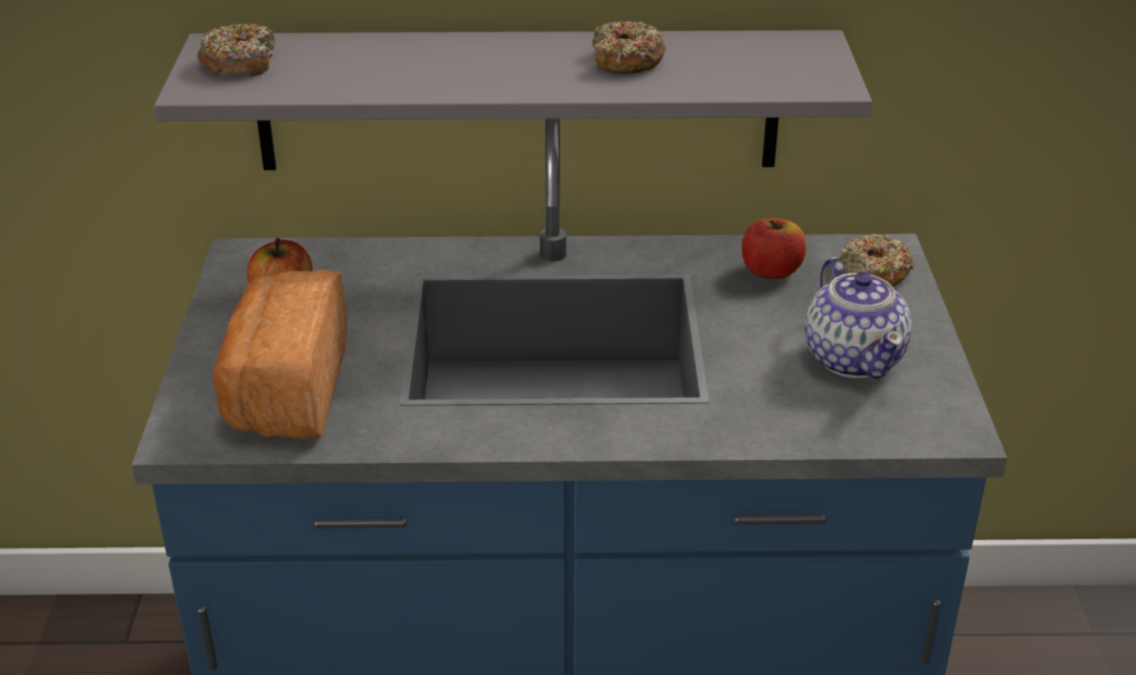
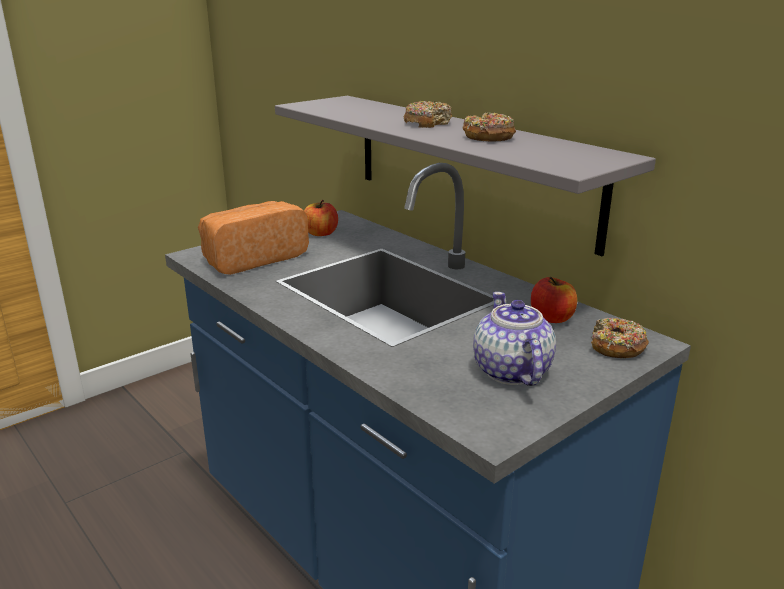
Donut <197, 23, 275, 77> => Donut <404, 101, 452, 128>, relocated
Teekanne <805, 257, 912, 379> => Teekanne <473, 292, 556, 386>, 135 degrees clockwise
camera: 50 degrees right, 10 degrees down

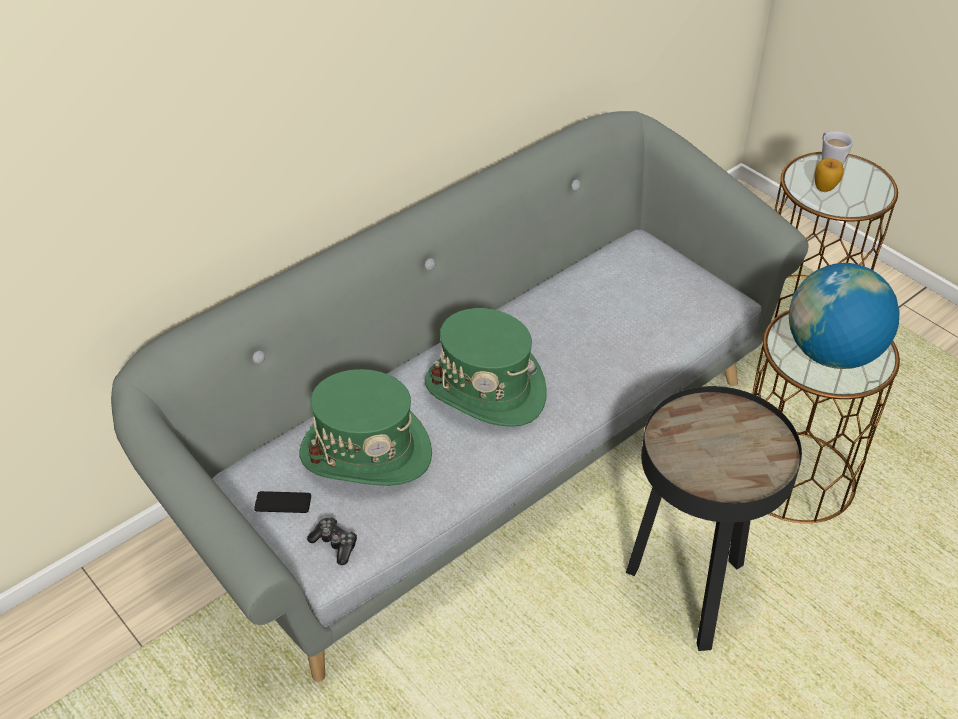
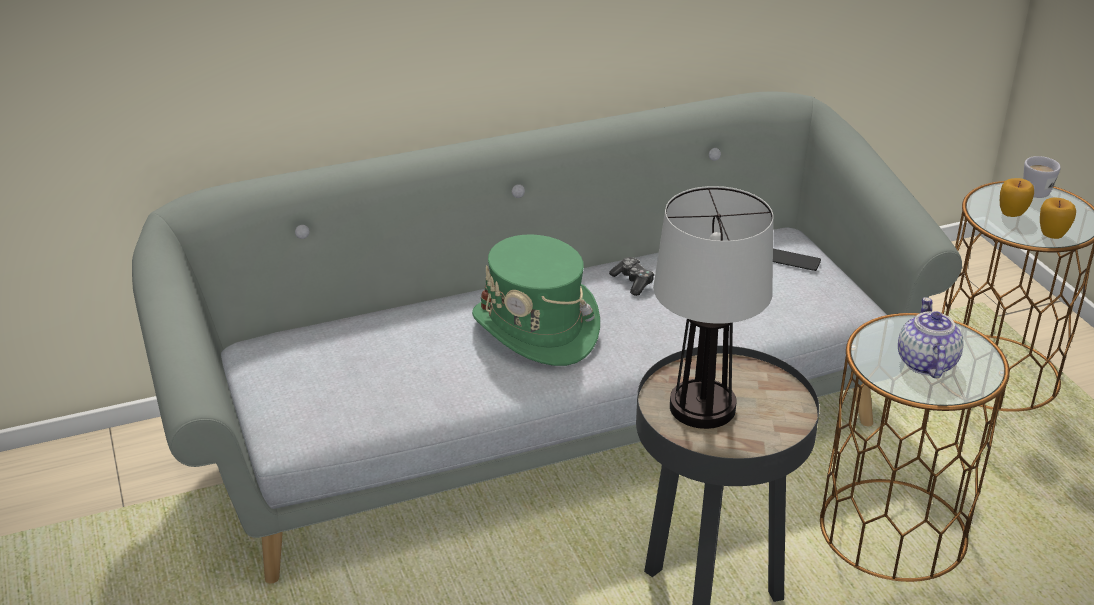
Gamepad <307, 517, 357, 565> => Gamepad <609, 257, 655, 296>, relocated
nothing => Tischlampe <653, 186, 773, 429>
Handy <254, 491, 311, 513> => Handy <773, 249, 821, 271>, relocated
Globus <789, 263, 900, 369> => Teekanne <898, 297, 964, 378>
nothing => Apfel <1040, 197, 1076, 239>
Hut [grün] <299, 369, 432, 486> => nothing
camera: 20 degrees right, 10 degrees down

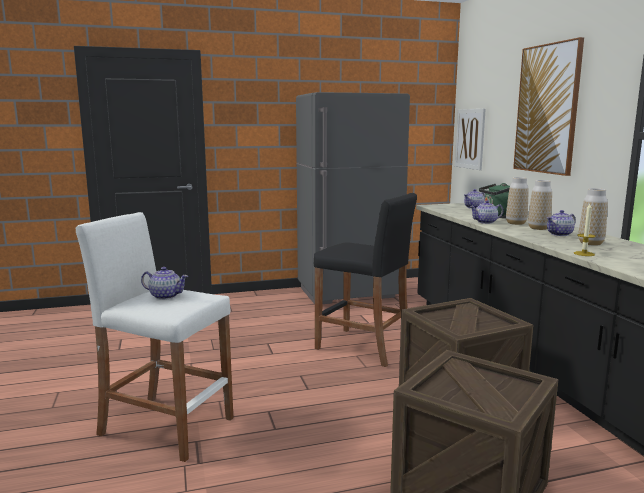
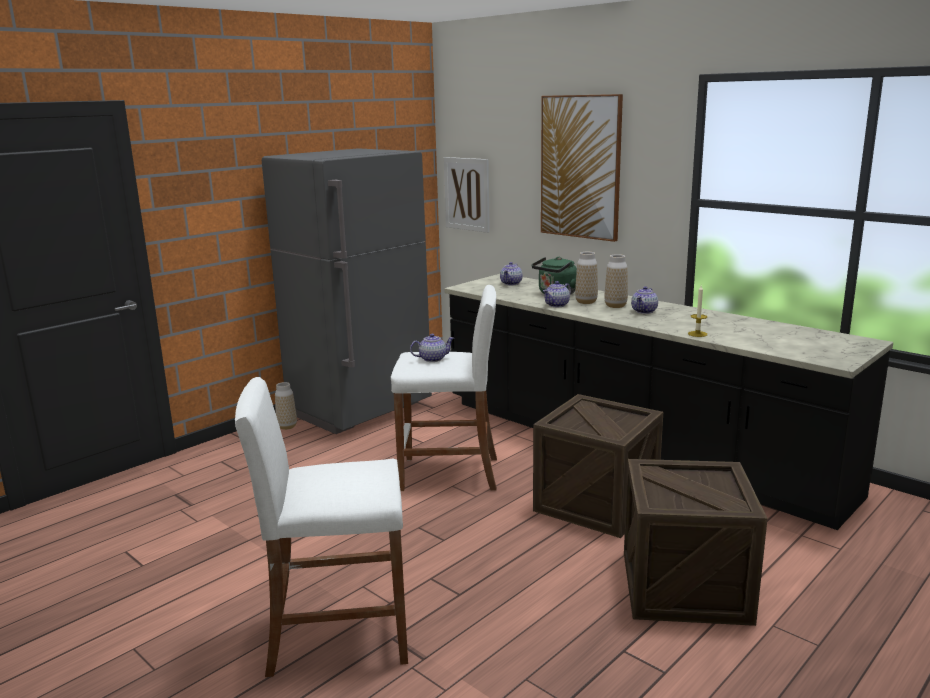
Vase <579, 188, 608, 246> => Vase <275, 382, 297, 430>, relocated
Hocker [schwarz] <314, 193, 417, 367> => Hocker [weiß] <391, 285, 497, 491>
Teekanne <141, 267, 188, 300> => Teekanne <410, 334, 454, 362>, relocated
camera: 30 degrees left, 5 degrees up

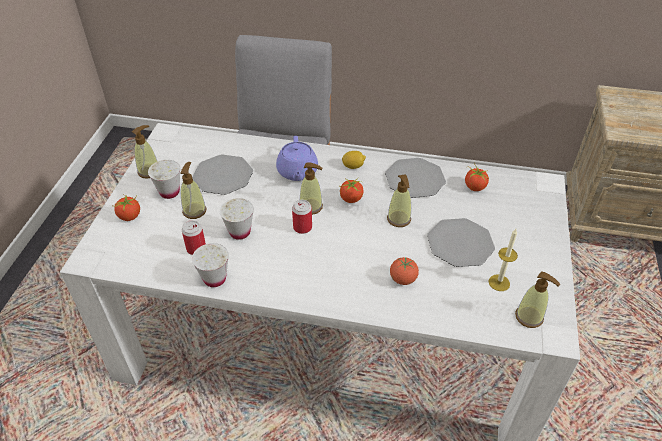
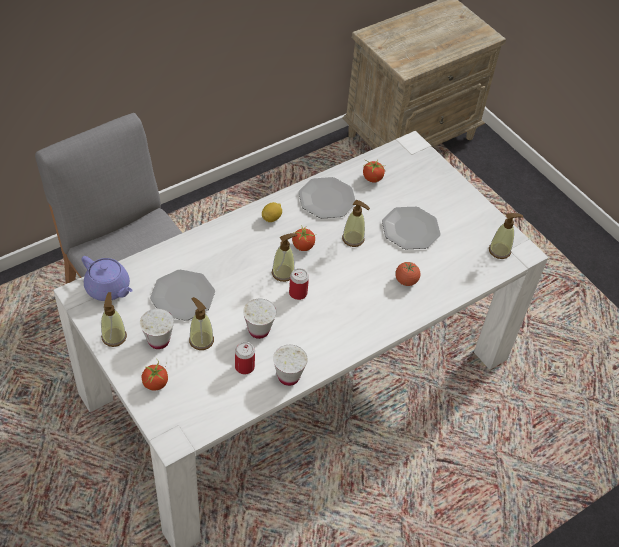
Teekanne [lila] <276, 136, 318, 181> => Teekanne [lila] <81, 256, 133, 301>, relocated
Kerze <489, 229, 518, 291> => nothing
camera: 50 degrees left, 5 degrees up

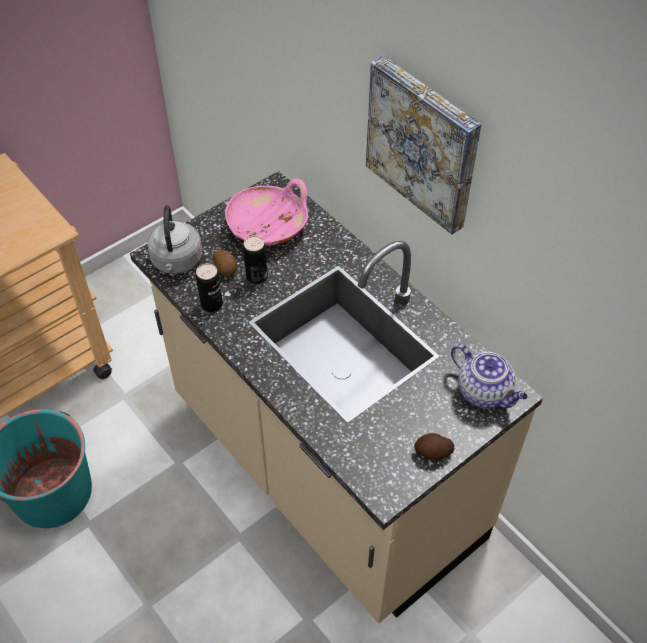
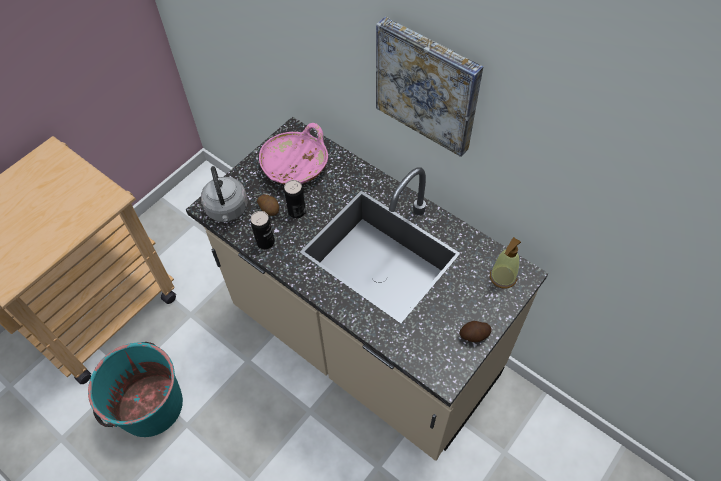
Teekanne <451, 344, 528, 409> => Seifenspender <490, 237, 521, 289>
camera: 10 degrees left, 5 degrees up

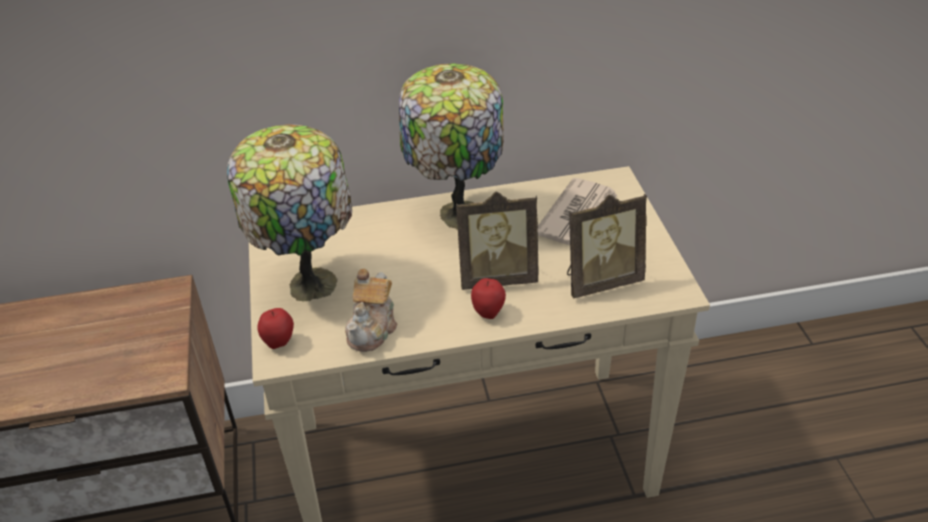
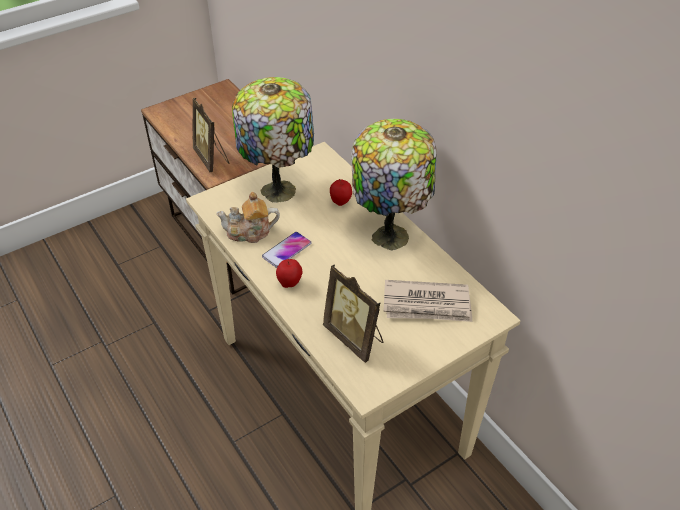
Bilderrahmen <456, 191, 539, 290> => Bilderrahmen <193, 98, 229, 172>, relocated
nothing => Handy <262, 232, 311, 268>
Apfel <257, 308, 294, 349> => Apfel <330, 179, 352, 206>, relocated
camera: 65 degrees right, 5 degrees up

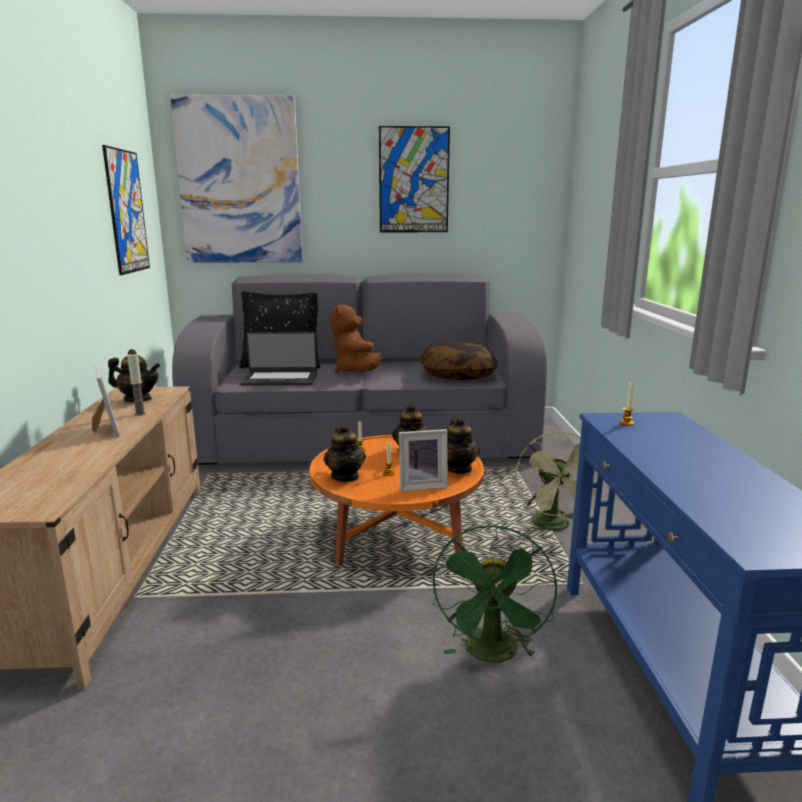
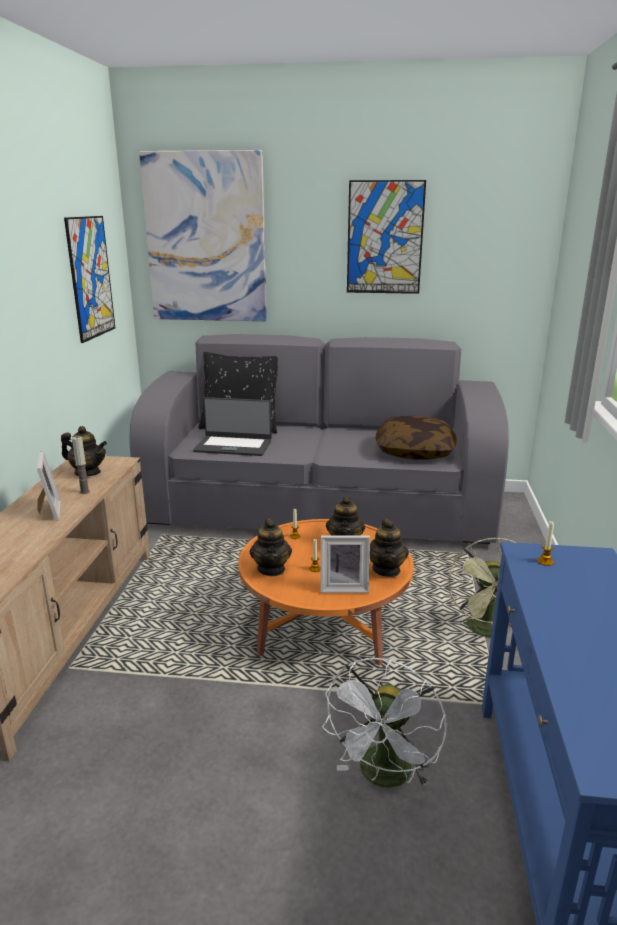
Ventilator [grün] <433, 525, 557, 663> => Ventilator [weiß] <322, 658, 447, 788>
Plüschtier [braun] <331, 303, 381, 373> => nothing
camera: 10 degrees right, 5 degrees up

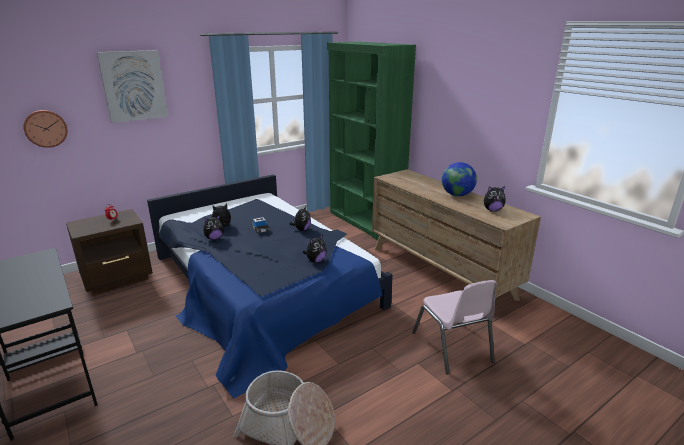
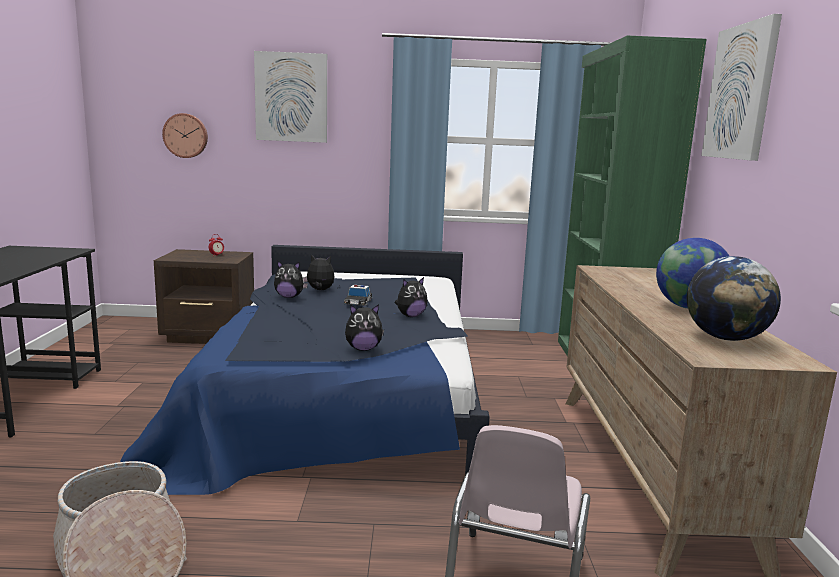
Plüschtier <484, 186, 505, 212> => Globus <687, 256, 781, 341>
nothing => Bild <701, 14, 782, 161>
camera: 35 degrees right, 10 degrees down

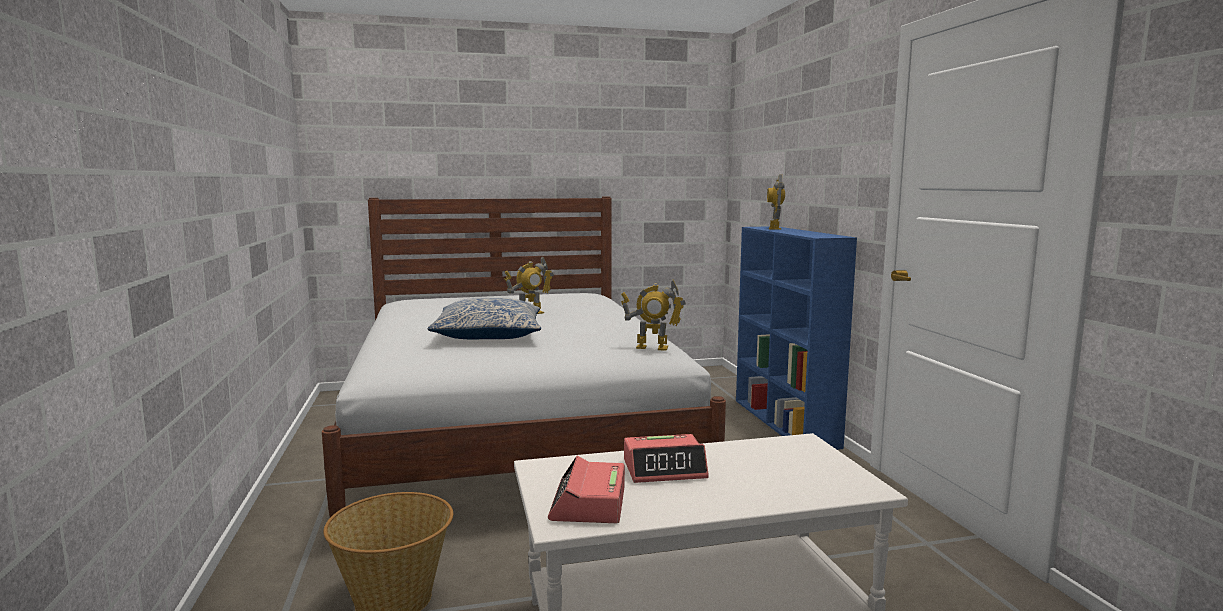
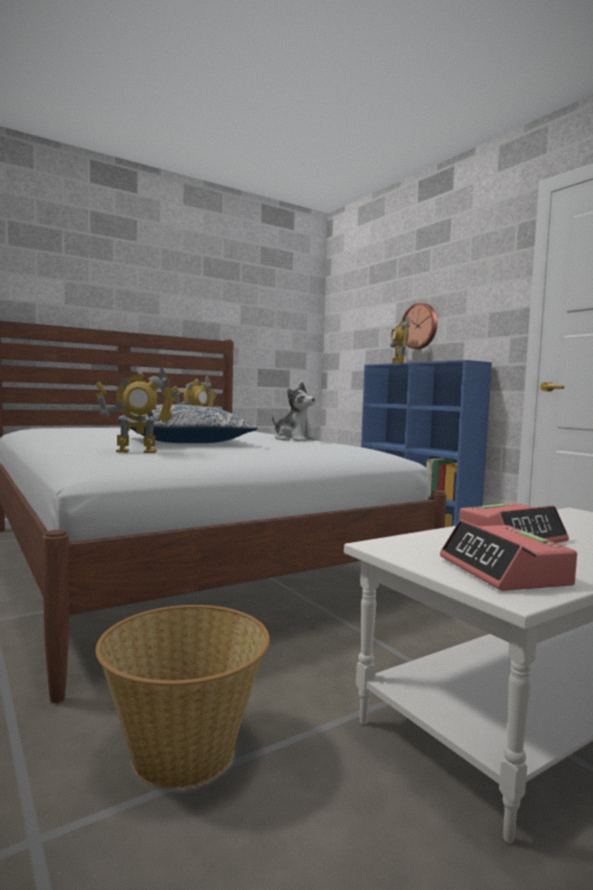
Spielzeugroboter <621, 279, 686, 351> => Spielzeugroboter <95, 367, 178, 453>, relocated
nothing => Plüschtier <272, 382, 317, 441>
nothing => Wanduhr <402, 303, 438, 349>
camera: 20 degrees left, 5 degrees down

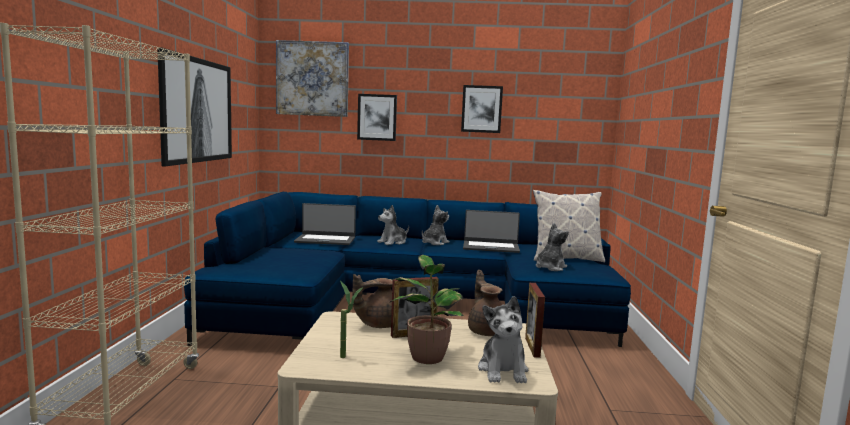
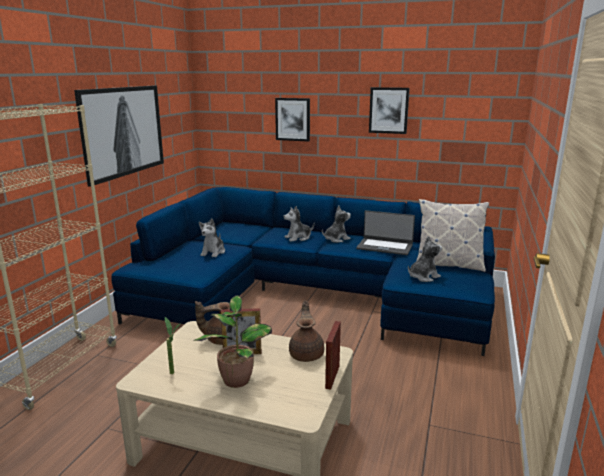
Plüschtier <478, 296, 528, 383> => Plüschtier <199, 218, 225, 257>, relocated
Bild <276, 40, 349, 117> => nothing
Laptop <294, 203, 356, 245> => nothing
camera: 15 degrees right, 10 degrees up

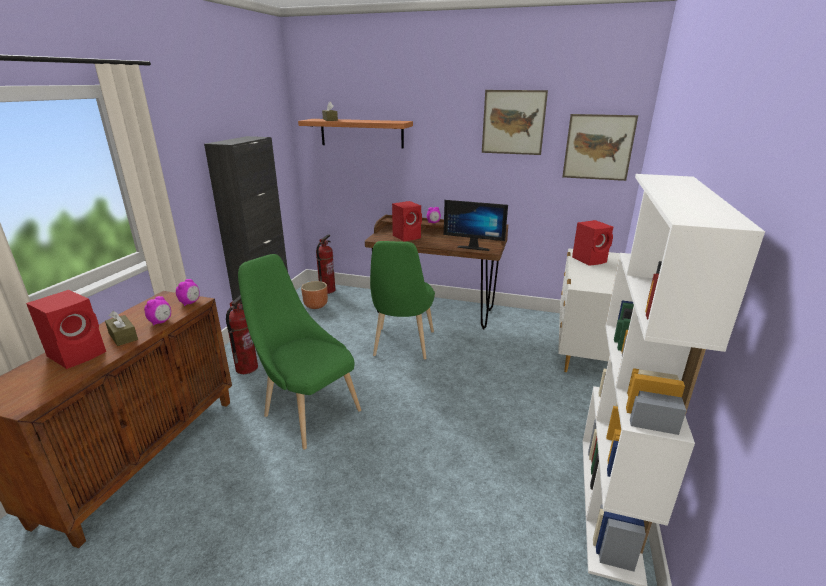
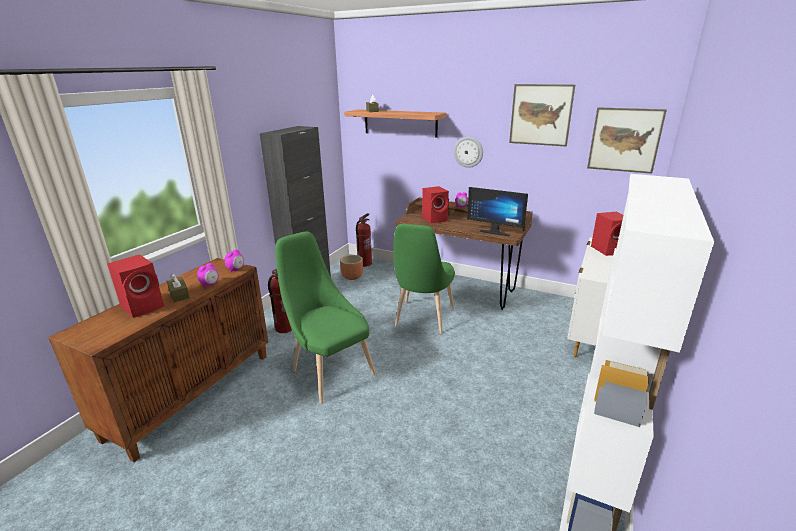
nothing => Wanduhr <454, 137, 483, 168>
camera: 10 degrees right, 0 degrees up

